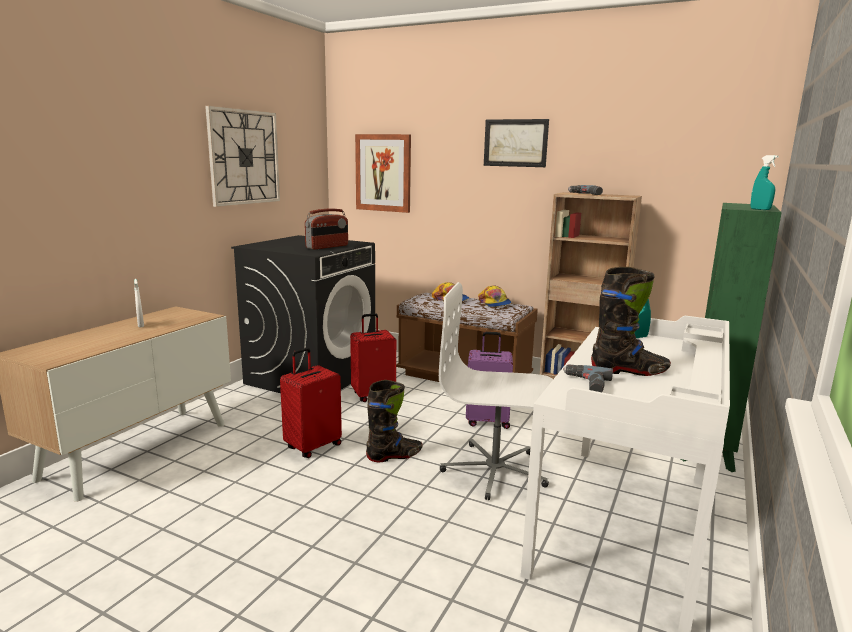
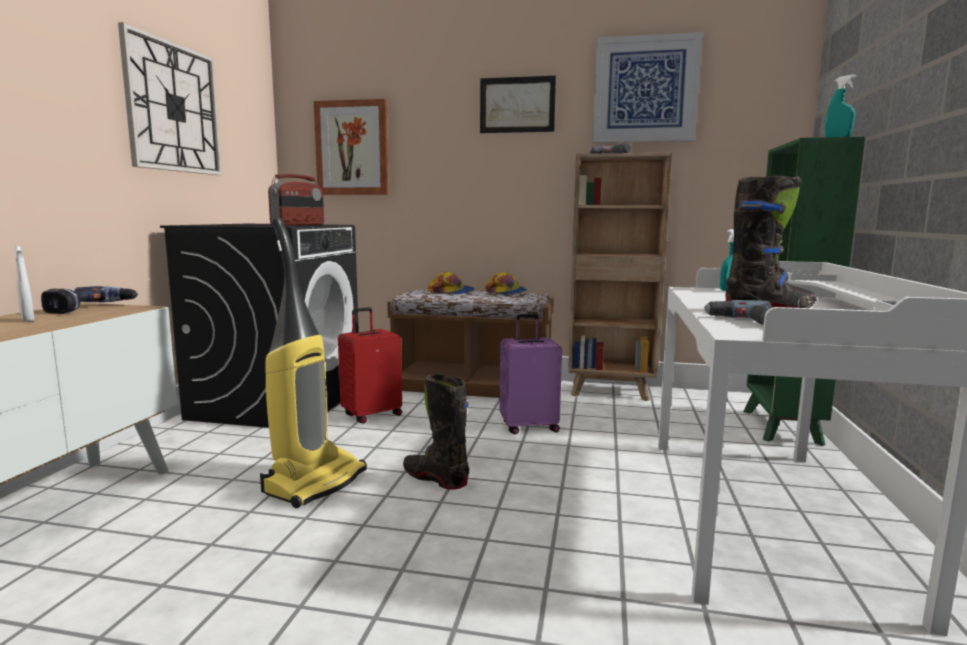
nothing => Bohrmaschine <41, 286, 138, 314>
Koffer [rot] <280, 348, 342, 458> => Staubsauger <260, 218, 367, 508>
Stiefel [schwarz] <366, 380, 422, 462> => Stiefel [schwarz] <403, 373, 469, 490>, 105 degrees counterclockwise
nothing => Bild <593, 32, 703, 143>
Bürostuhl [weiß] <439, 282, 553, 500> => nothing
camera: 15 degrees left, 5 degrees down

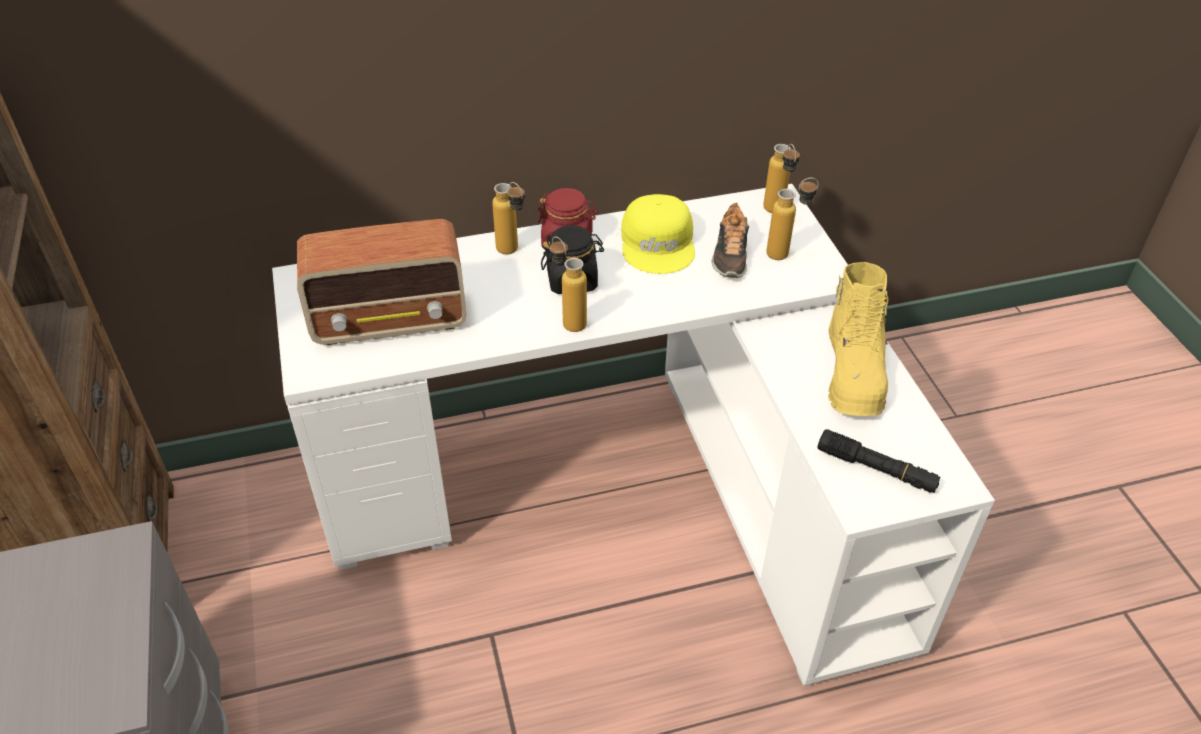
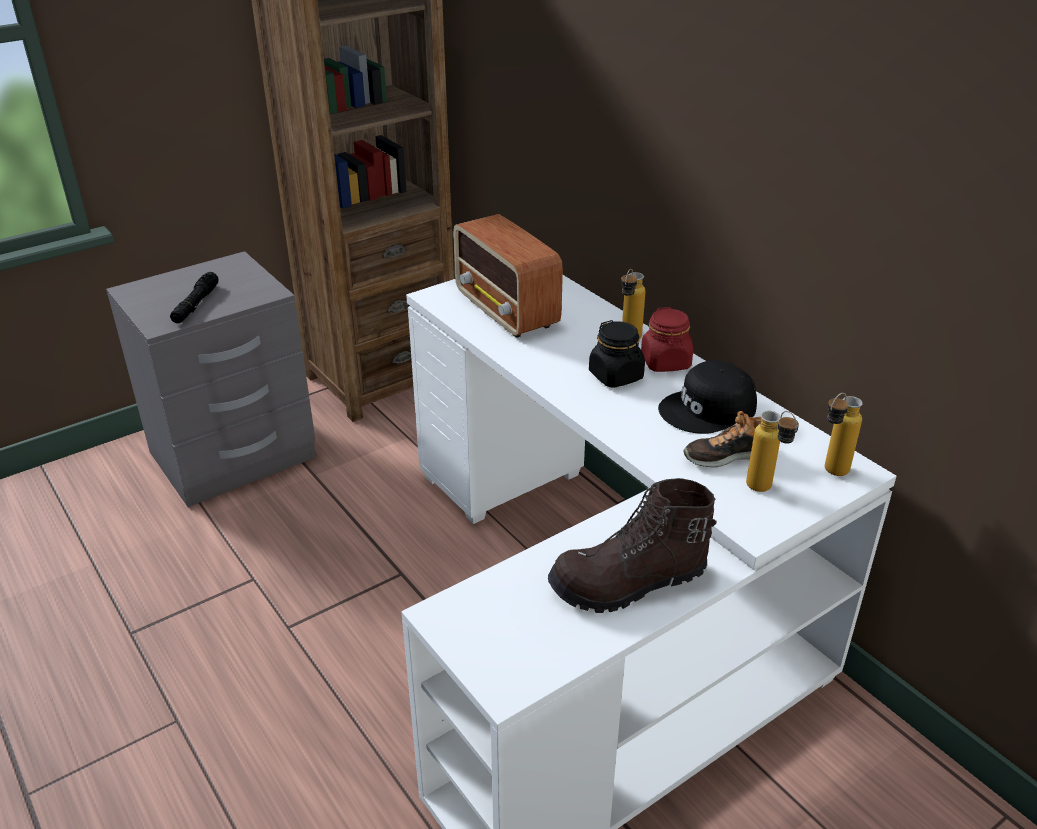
Taschenlampe [schwarz] <817, 429, 940, 493> => Taschenlampe [schwarz] <170, 272, 219, 323>, relocated
Stiefel [gelb] <828, 262, 889, 416> => Stiefel [braun] <548, 478, 716, 613>
Kappe [gelb] <621, 194, 695, 274> => Kappe [schwarz] <658, 360, 757, 434>
Flasche <550, 236, 587, 332> => nothing
camera: 70 degrees right, 10 degrees down

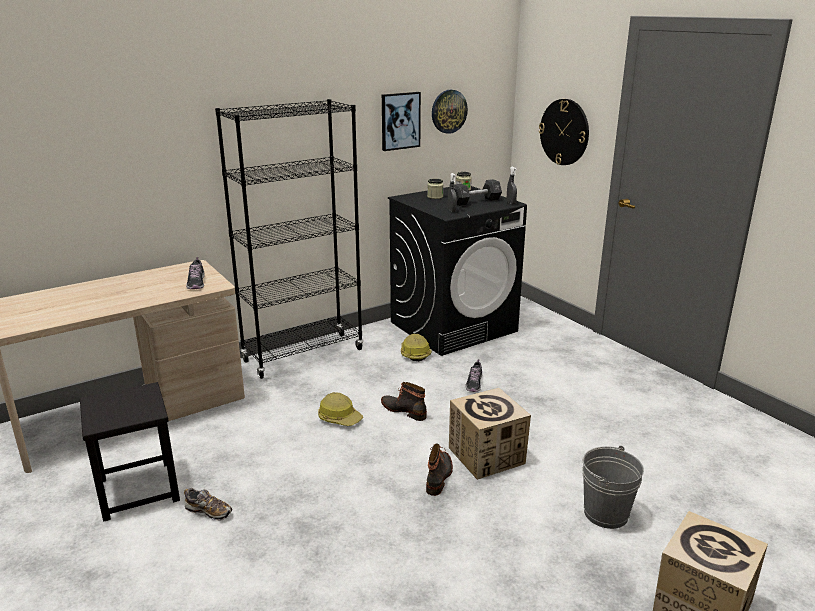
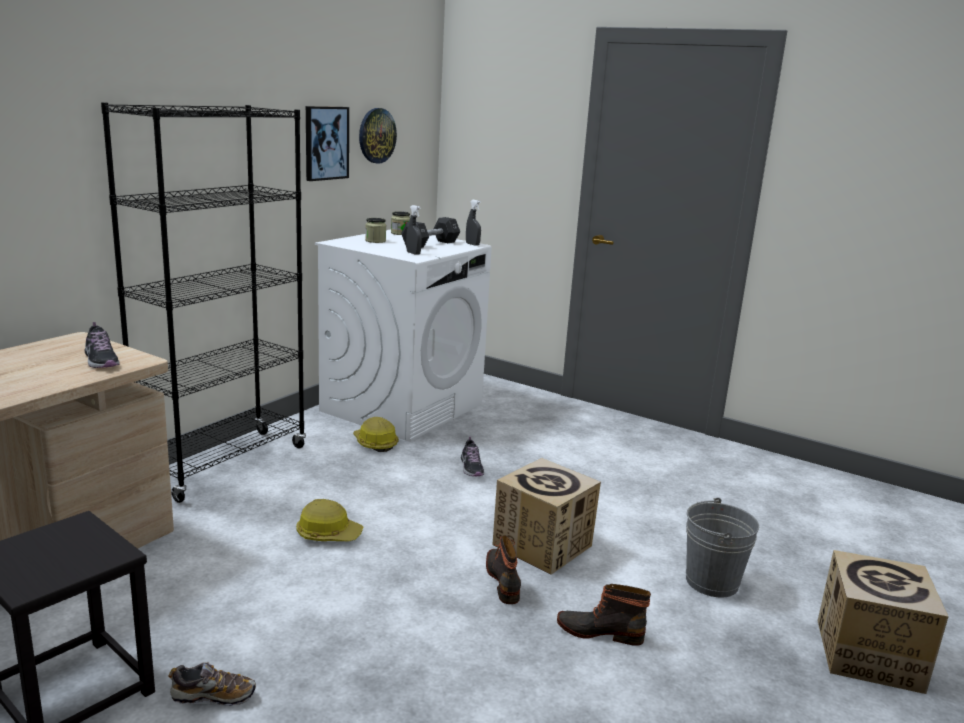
Waschmaschine [schwarz] <388, 186, 527, 356> => Waschmaschine [weiß] <315, 230, 492, 442>
Stiefel <381, 382, 427, 421> => Stiefel <557, 584, 651, 646>, relocated
Wanduhr <539, 99, 589, 165> => nothing
camera: 25 degrees left, 5 degrees down

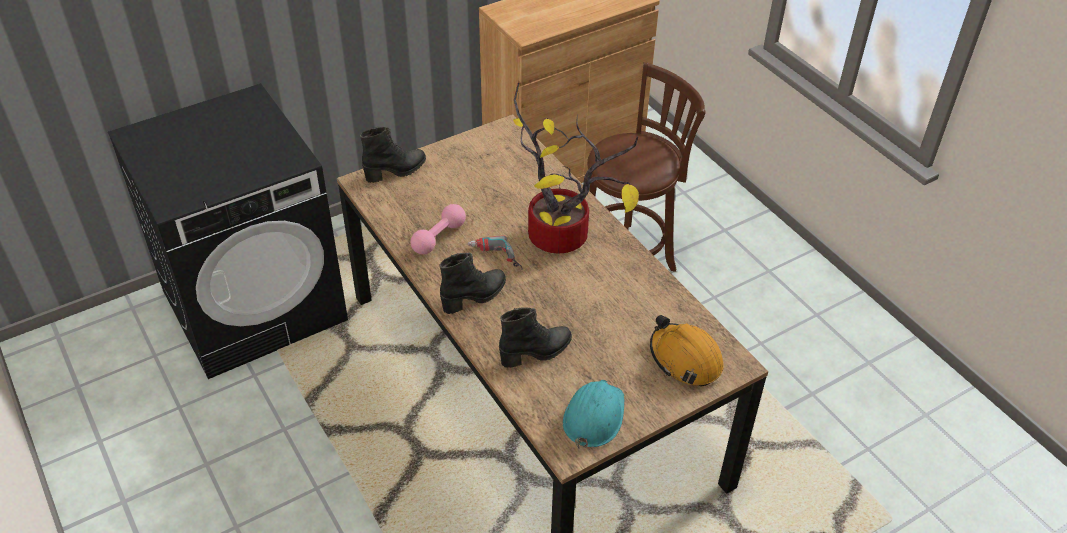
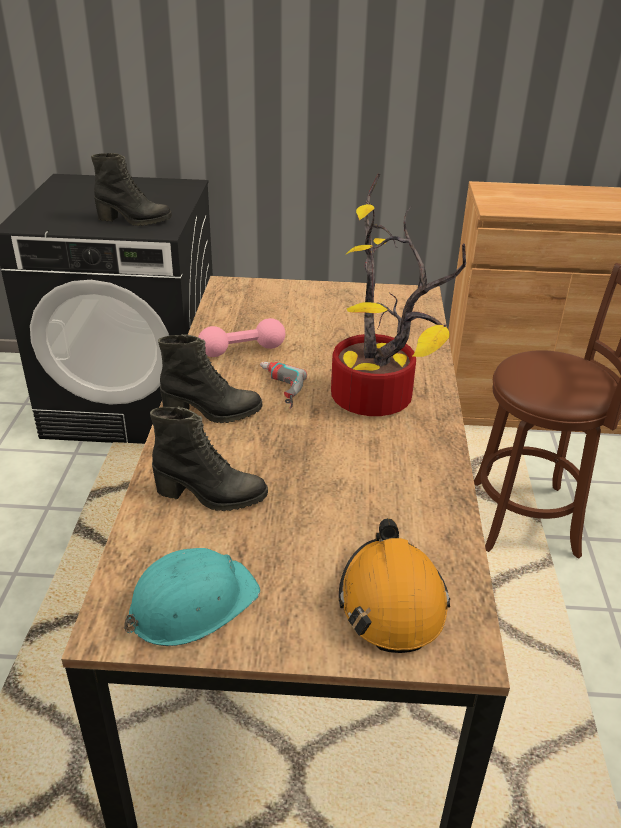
Stiefel [schwarz] <360, 127, 426, 183> => Stiefel [schwarz] <91, 153, 172, 226>, relocated
camera: 35 degrees right, 10 degrees down

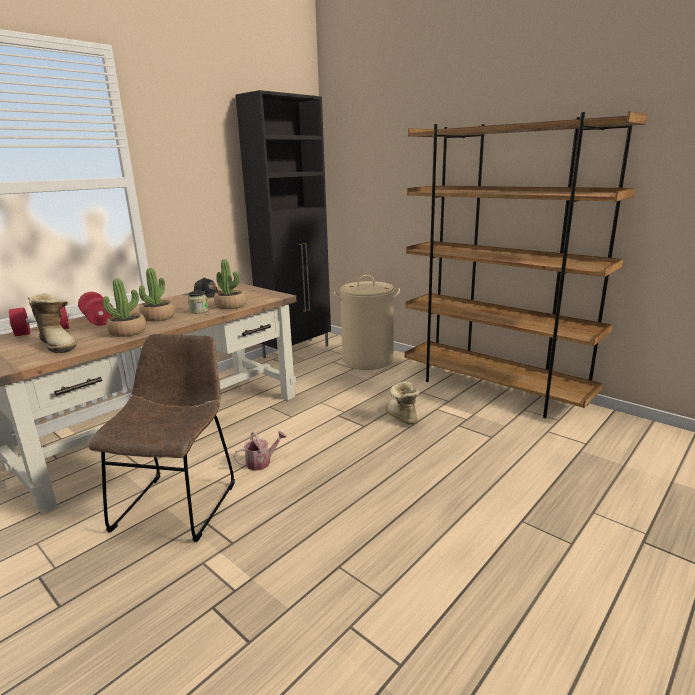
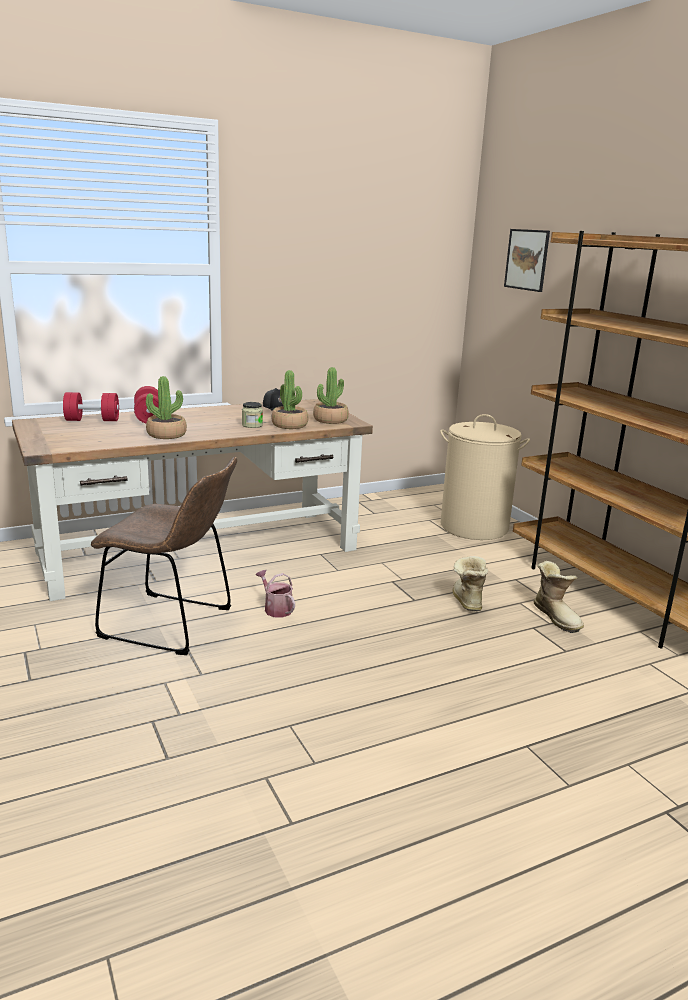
Stuhl [braun] <89, 334, 235, 542> => Stuhl [braun] <91, 457, 237, 655>, 75 degrees clockwise
Gießkanne <234, 431, 287, 471> => Gießkanne <256, 570, 295, 617>, 120 degrees counterclockwise
Topfpflanze <139, 268, 175, 321> => Topfpflanze <313, 367, 349, 424>, relocated
nothing => Bild <504, 229, 550, 292>
Stiefel <28, 293, 77, 353> => Stiefel <534, 561, 584, 633>, relocated
Schrank [schwarz] <235, 90, 331, 358> => nothing
camera: 20 degrees right, 0 degrees up

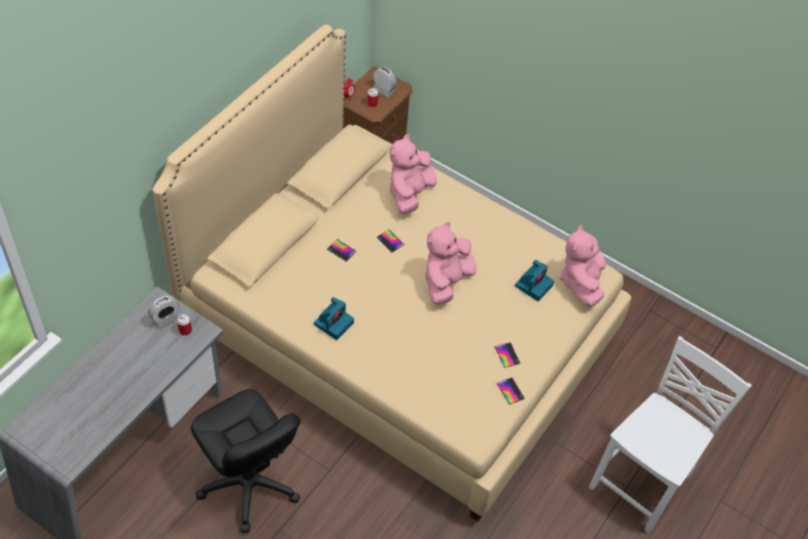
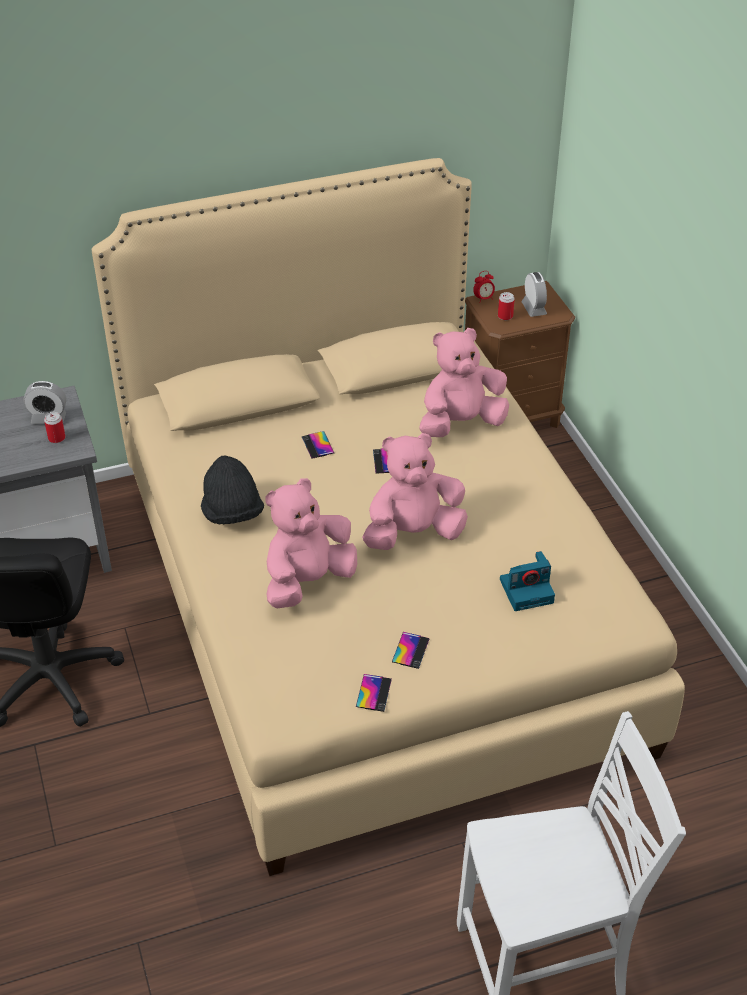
Kamera <314, 297, 354, 340> => Hut [schwarz] <201, 455, 264, 524>
Plüschtier [rosa] <560, 225, 606, 307> => Plüschtier [rosa] <265, 478, 357, 608>, relocated
camera: 40 degrees right, 10 degrees down

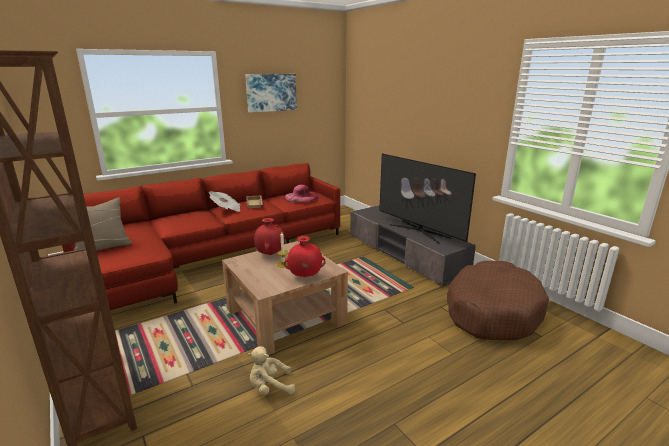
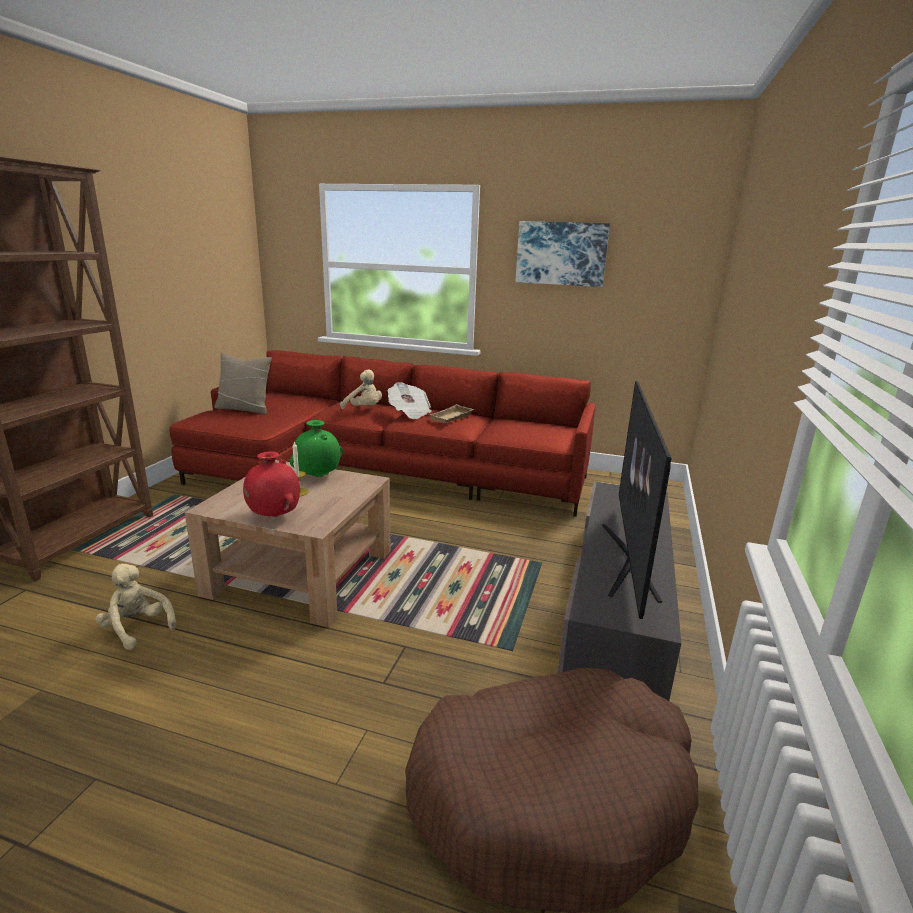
Vase [rot] <254, 218, 285, 255> => Vase [grün] <290, 420, 343, 477>
nothing => Plüschtier [beige] <340, 369, 382, 409>
Hut [rosa] <285, 185, 319, 202> => nothing
camera: 50 degrees right, 0 degrees up

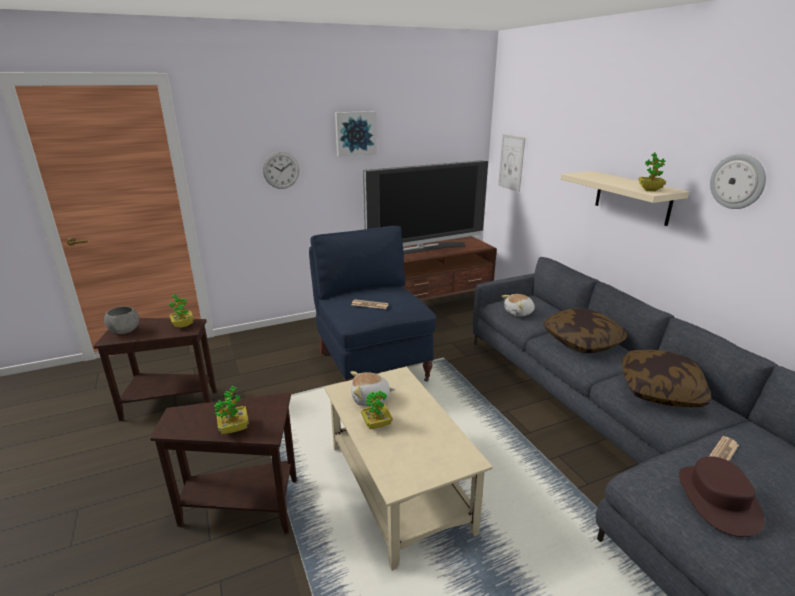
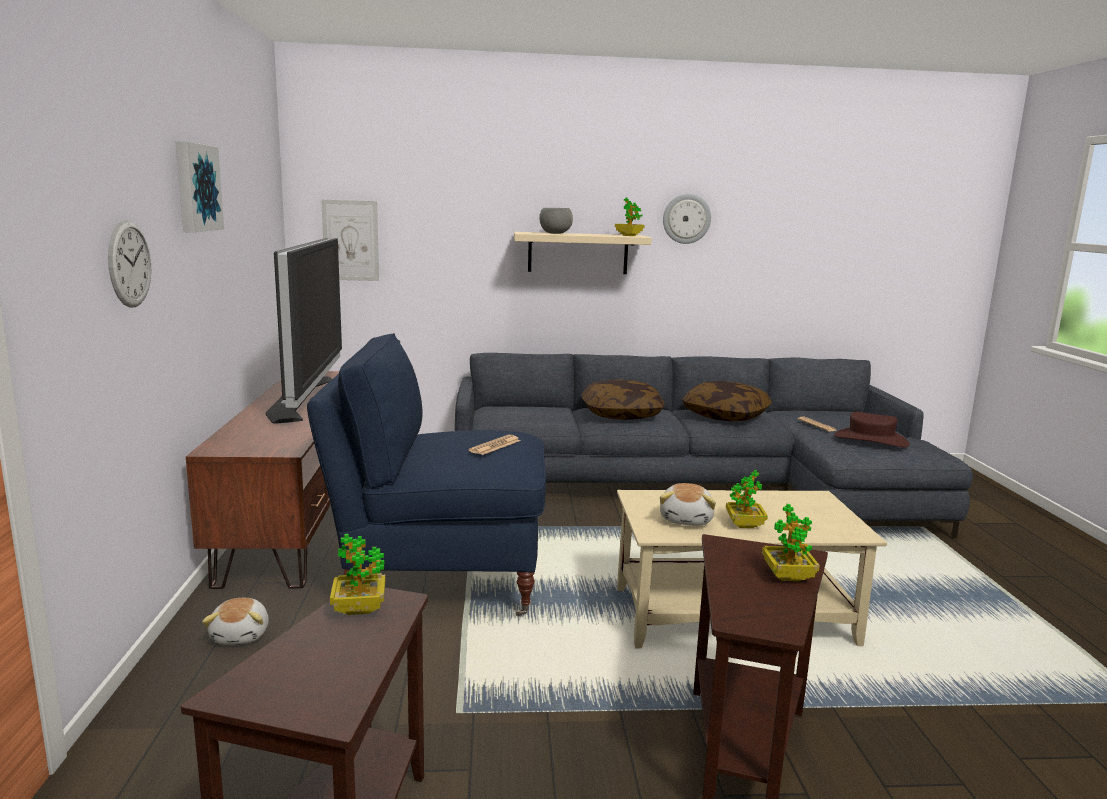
Plüschtier <502, 294, 535, 317> => Plüschtier <202, 598, 269, 644>, relocated
Schüssel [grau] <104, 306, 139, 334> => Schüssel [grau] <539, 208, 573, 234>, relocated
camera: 70 degrees left, 10 degrees down

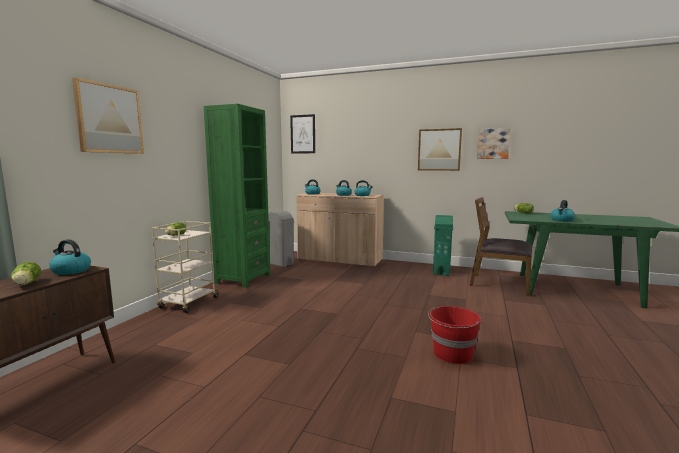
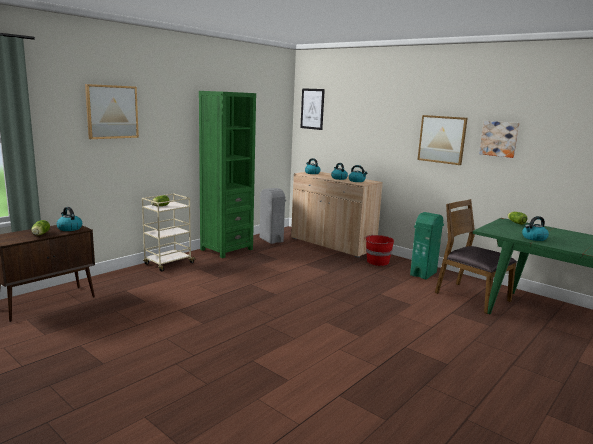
Eimer [rot] <428, 306, 481, 364> => Eimer [rot] <364, 234, 394, 266>, relocated
camera: 20 degrees right, 5 degrees up

